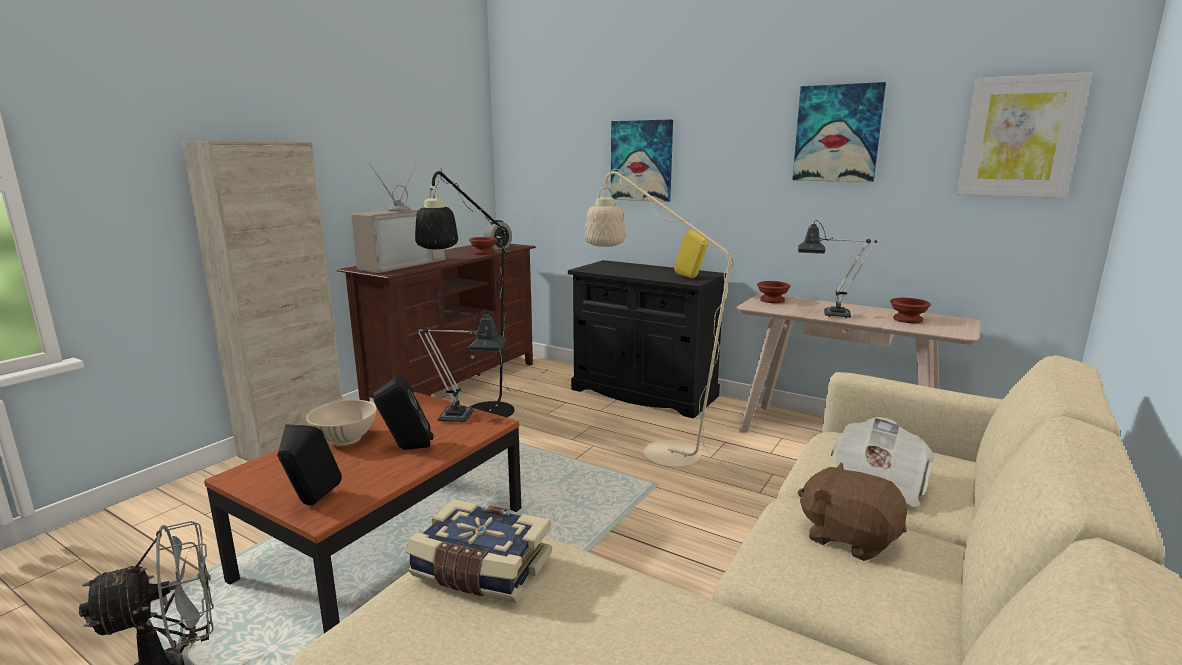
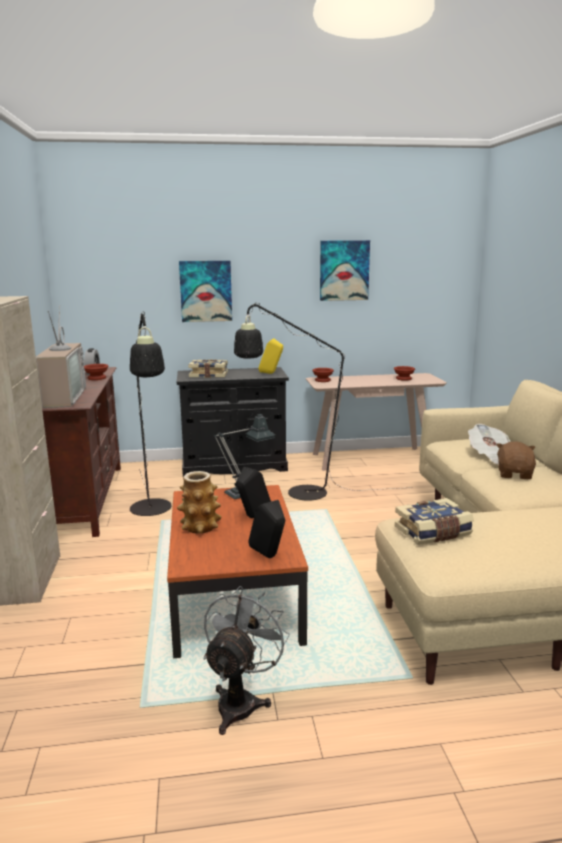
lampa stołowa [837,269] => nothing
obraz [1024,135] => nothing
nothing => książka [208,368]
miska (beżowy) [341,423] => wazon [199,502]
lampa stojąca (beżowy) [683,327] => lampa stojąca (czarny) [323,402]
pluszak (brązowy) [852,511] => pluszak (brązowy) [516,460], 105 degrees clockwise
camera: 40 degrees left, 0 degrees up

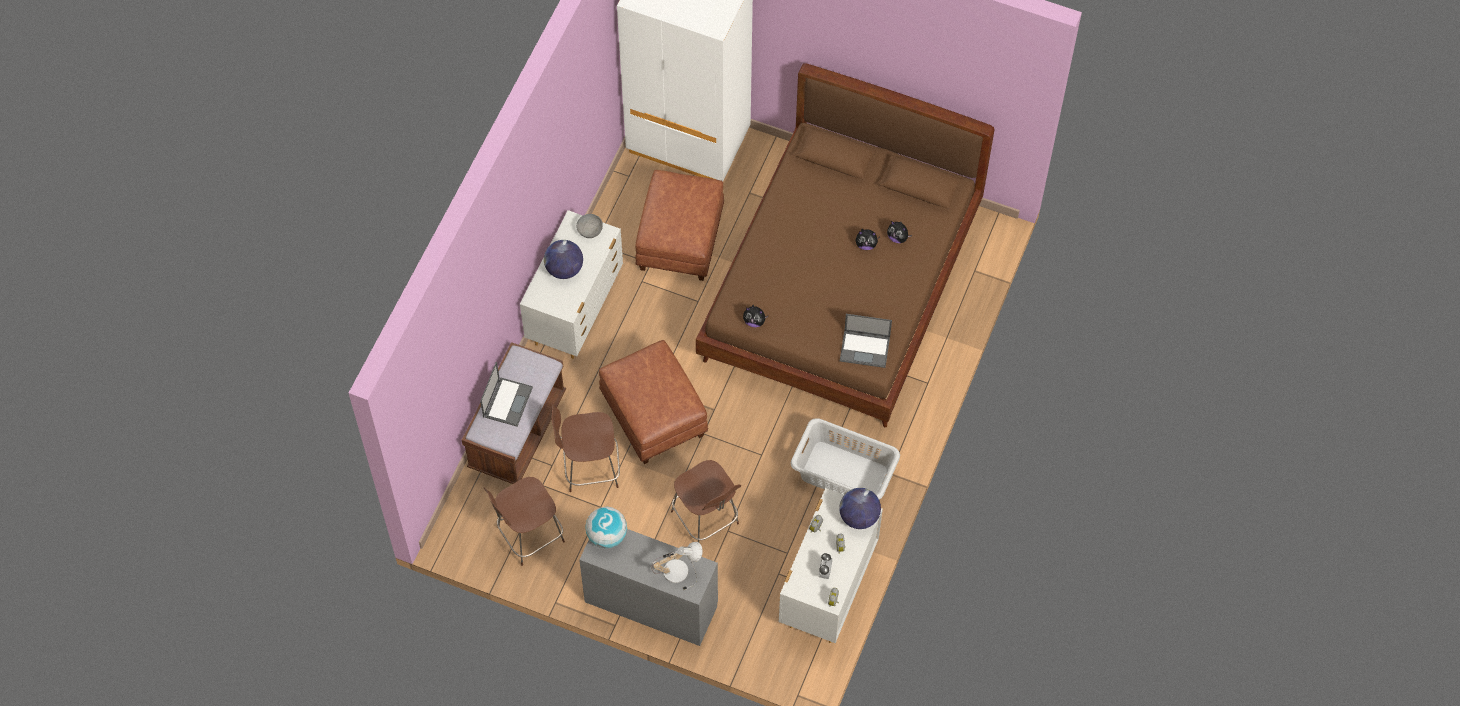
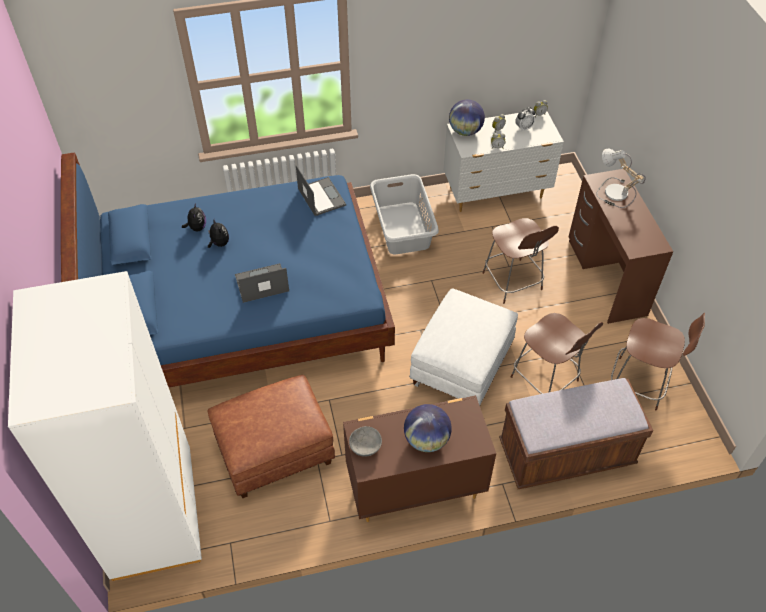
globus [606,527] => nothing
pluszak [756,316] => nothing
laptop [506,394] => laptop [262,283], relocated
komoda (biały) [571,284] => komoda (brązowy) [419,458]
biurko (szary) [648,587] => biurko (brązowy) [621,246]
pufa (brązowy) [653,402] => pufa (biały) [463,347]
łóżko (brązowy) [845,245] => łóżko (niebieski) [228,270]
krzesło (brązowy) [706,501] => krzesło (brązowy) [521,261], 135 degrees clockwise
camera: 125 degrees left, 10 degrees down

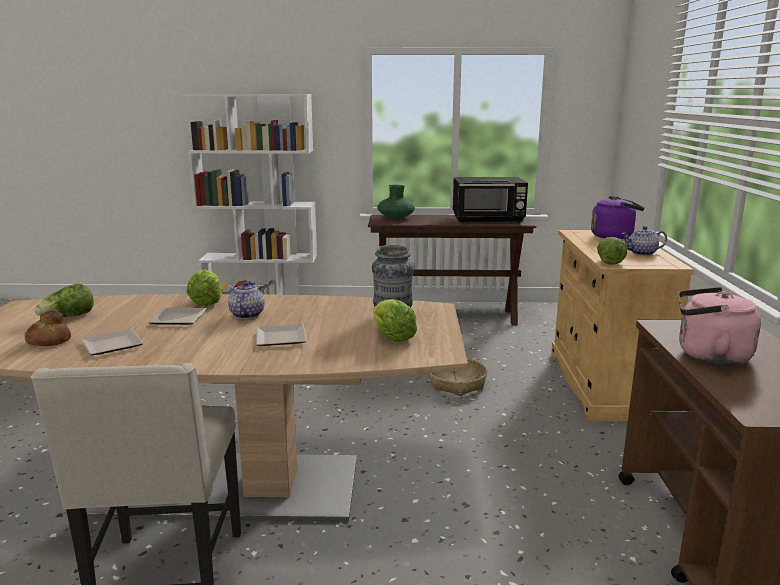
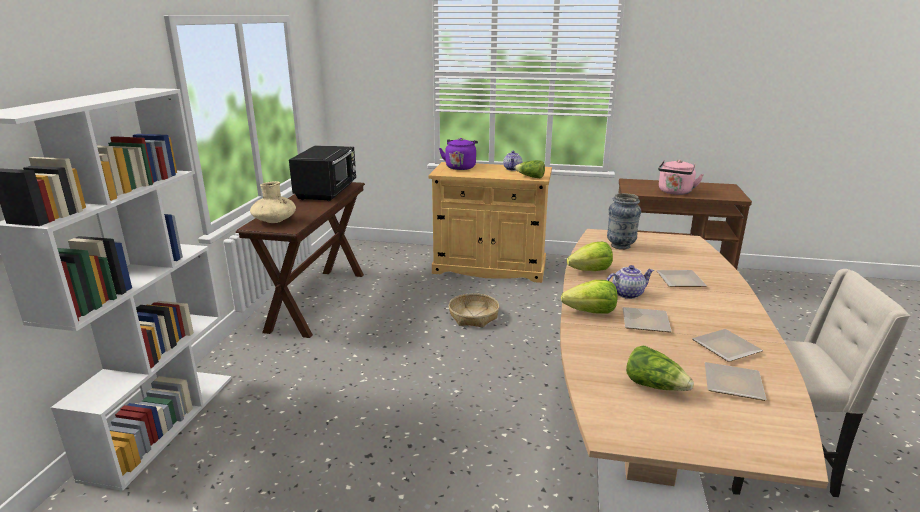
sałata [395,320] => sałata [590,256], relocated
chleb [48,328] => talerz [736,381]
wazon (zielony) [396,202] => wazon (beżowy) [273,202]
imbryk [246,300] => imbryk [630,282], 150 degrees clockwise
camera: 80 degrees left, 5 degrees up

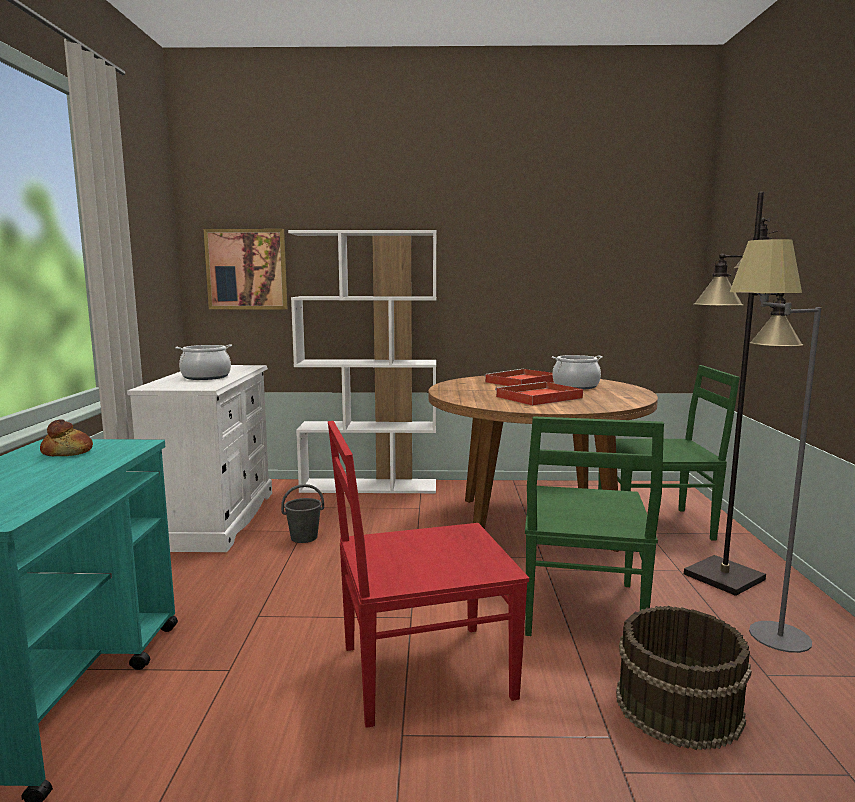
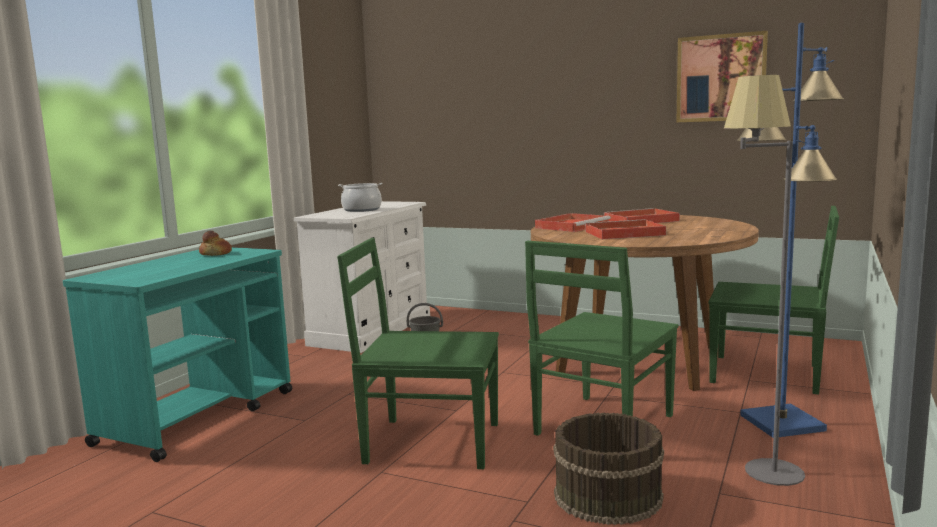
regał (biały) [362,361] => nothing
garnek [577,372] => nothing
nothing => taca (czerwony) [573,222]
obraz [245,269] => obraz [722,76], relocated
krzesło (czerwony) [428,574] => krzesło (zielony) [418,353]
lampa stojąca (czarny) [743,394] => lampa stojąca (niebieski) [790,230]
camera: 25 degrees right, 0 degrees up

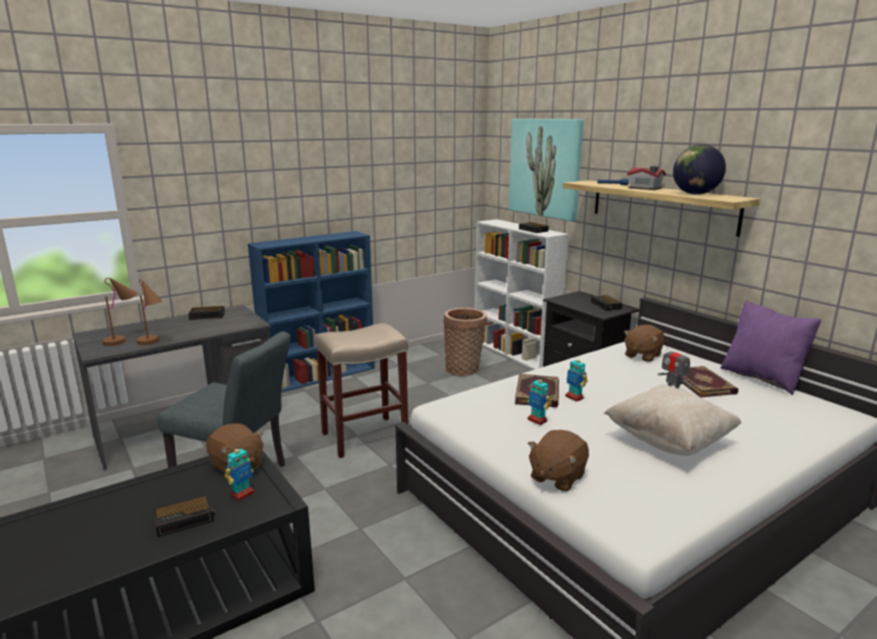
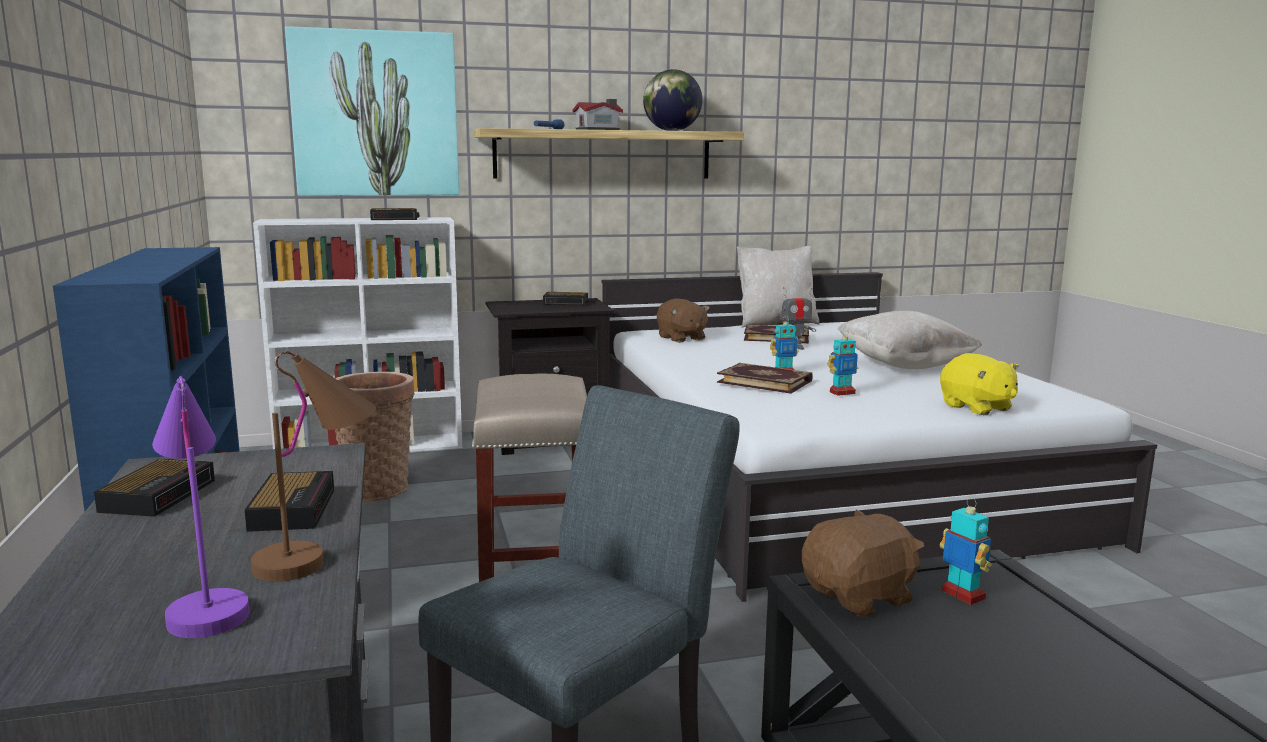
budzik [184,516] => budzik [289,501], relocated
lampa stołowa (brązowy) [119,312] => lampa stołowa (fioletowy) [201,507]
pluszak (brązowy) [558,461] => pluszak (żółty) [979,384]
poduszka (fioletowy) [771,348] => poduszka (beżowy) [778,286]
camera: 70 degrees left, 5 degrees down

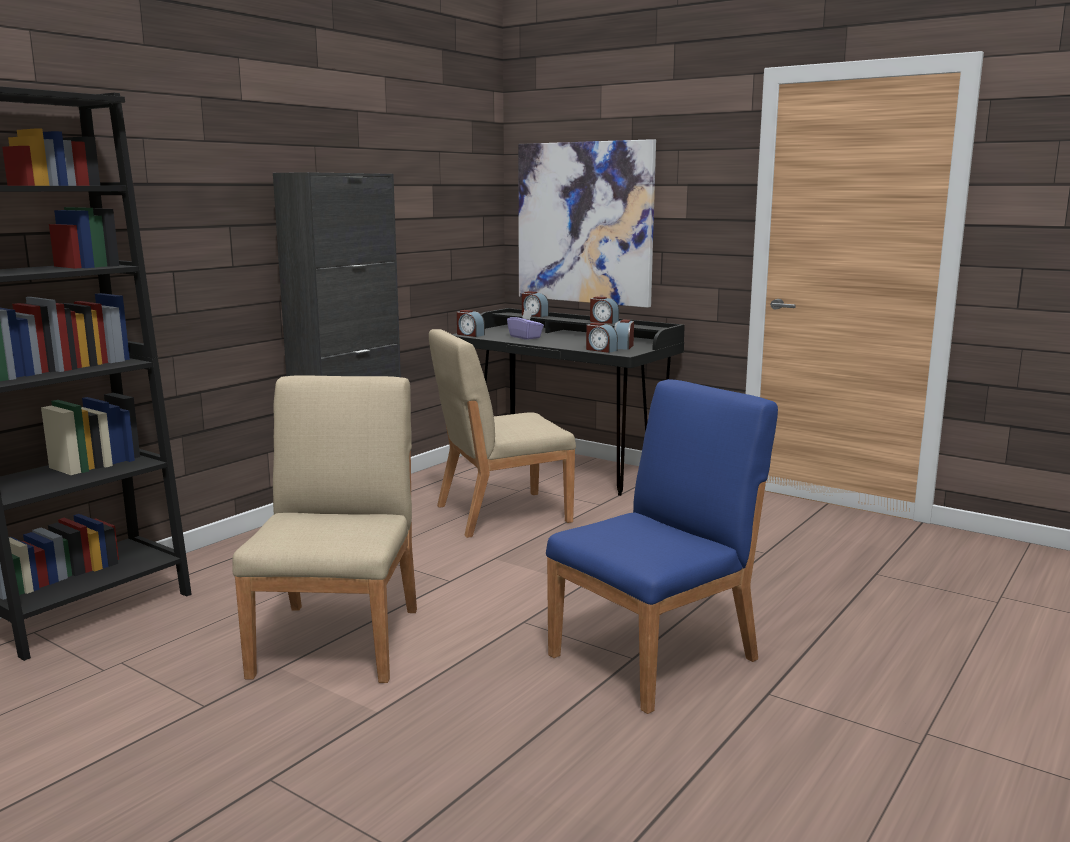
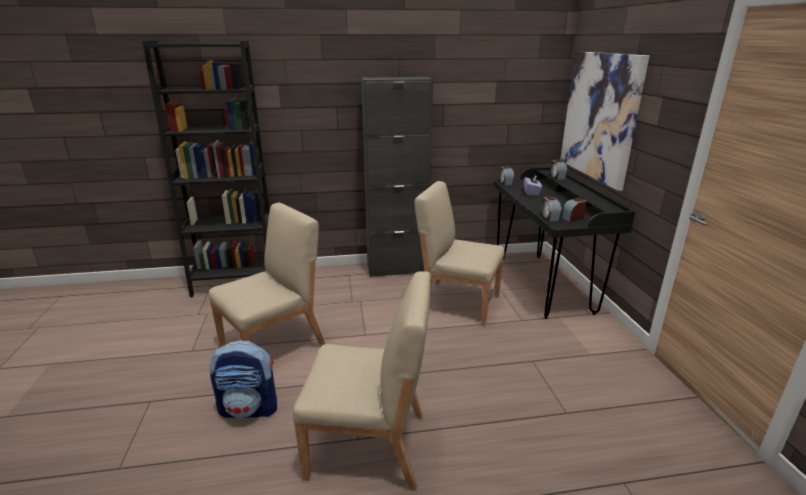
budzik [604,310] => nothing
nothing => plecak [243,379]
krzesło (niebieski) [662,546] => krzesło (beżowy) [362,381]
camera: 45 degrees right, 10 degrees up

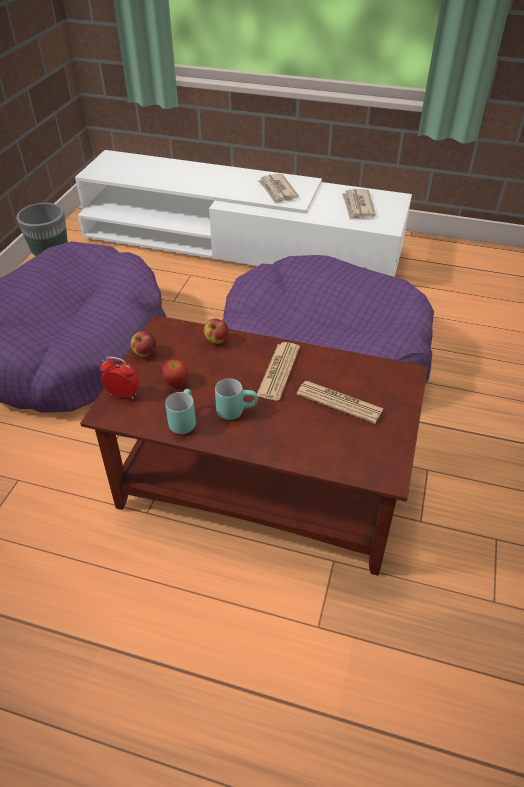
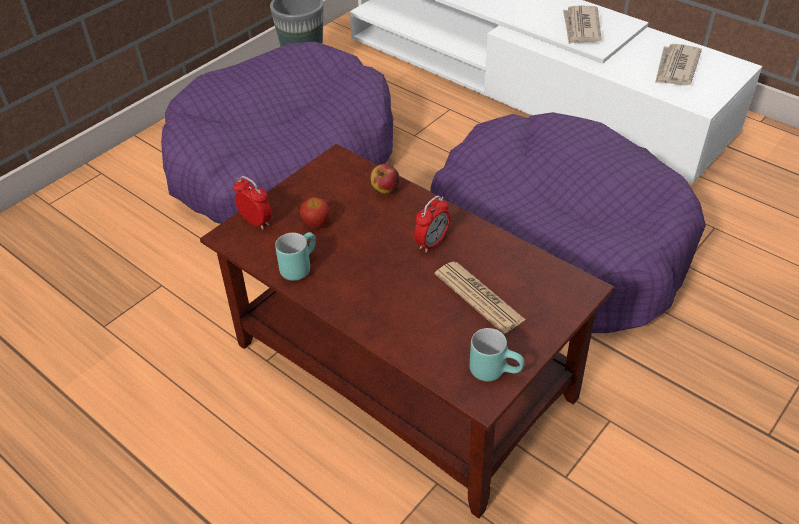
jabłko [143,344] => nothing
kubek (turkusowy) [236,399] => kubek (turkusowy) [497,354], relocated
gazeta [278,371] => budzik [432,224]
camera: 25 degrees right, 0 degrees up

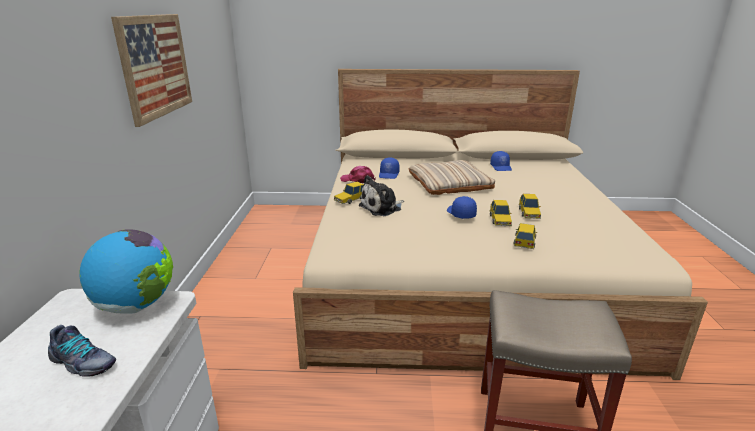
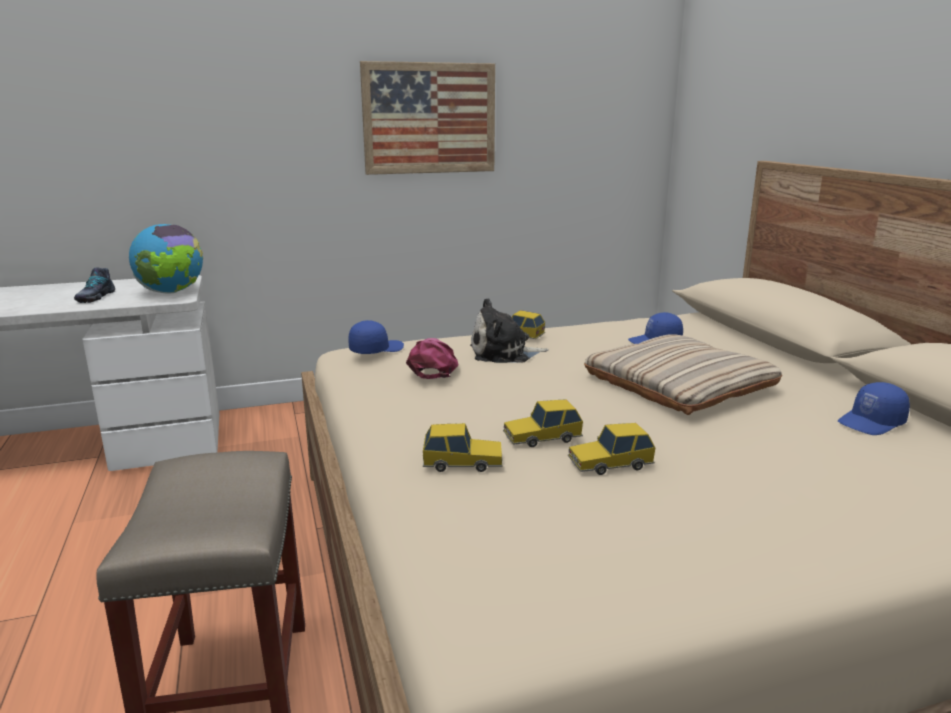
czapka z daszkiem (różowy) [358,174] => czapka z daszkiem (różowy) [432,358], relocated
czapka z daszkiem (niebieski) [462,207] => czapka z daszkiem (niebieski) [376,337], relocated
pluszak [381,195] => pluszak [509,330], 45 degrees counterclockwise
camera: 70 degrees right, 5 degrees down

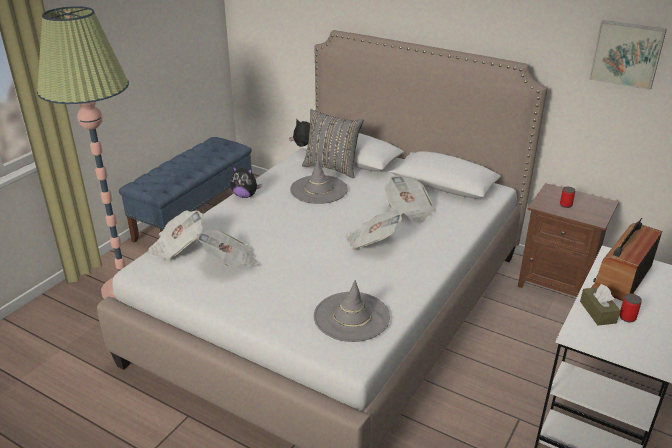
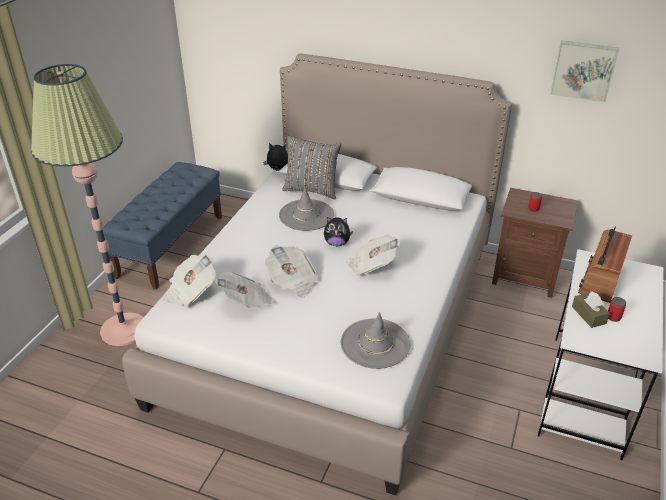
pluszak [246,182] => pluszak [338,231], relocated
gazeta [409,199] => gazeta [292,271], relocated
camera: 10 degrees left, 5 degrees up

